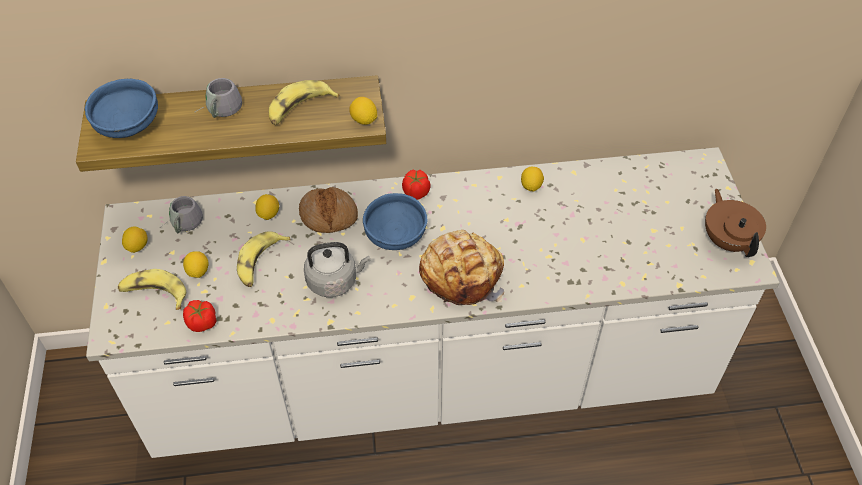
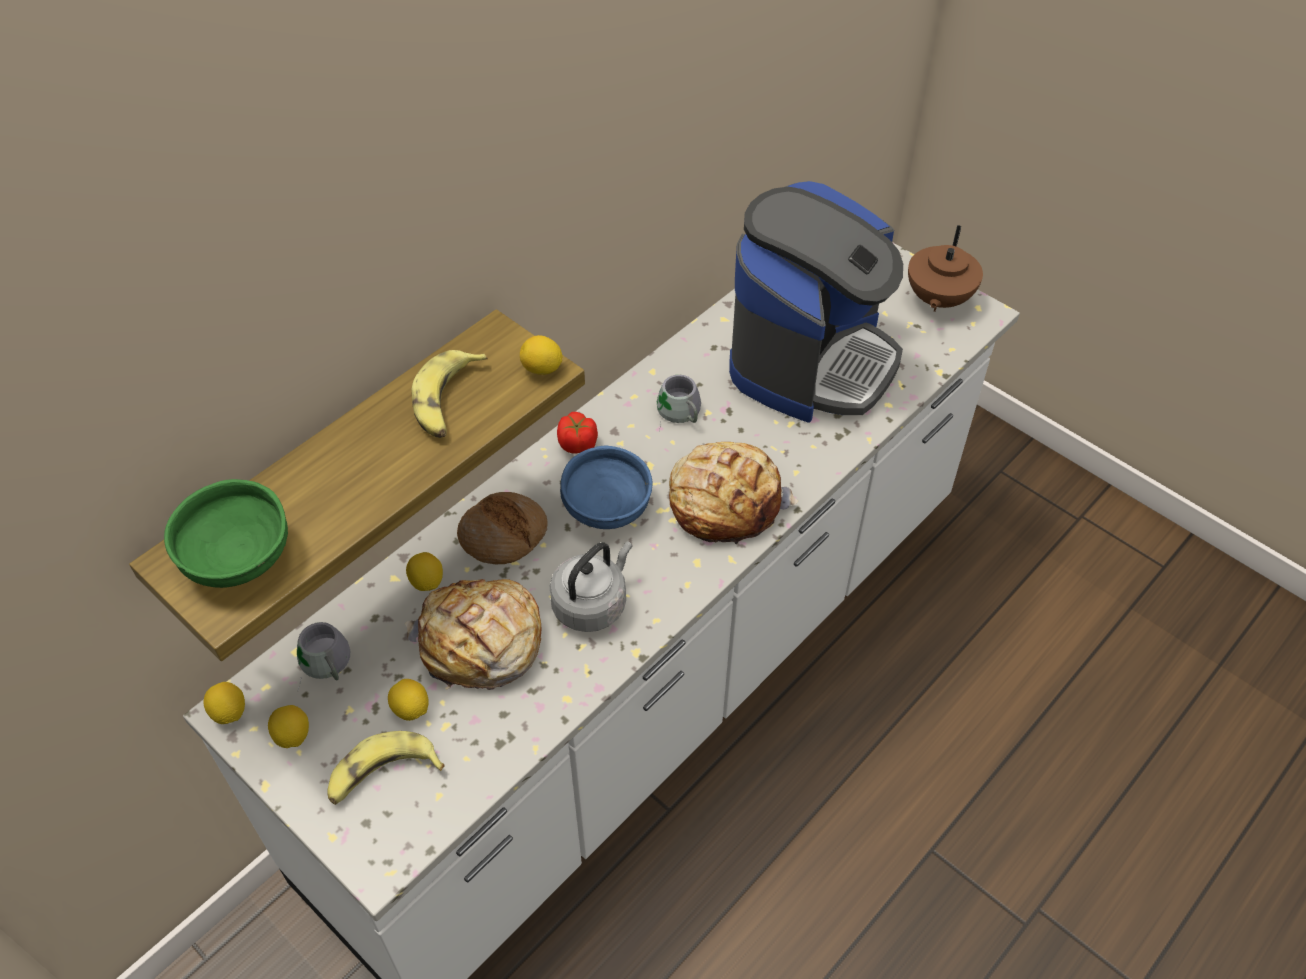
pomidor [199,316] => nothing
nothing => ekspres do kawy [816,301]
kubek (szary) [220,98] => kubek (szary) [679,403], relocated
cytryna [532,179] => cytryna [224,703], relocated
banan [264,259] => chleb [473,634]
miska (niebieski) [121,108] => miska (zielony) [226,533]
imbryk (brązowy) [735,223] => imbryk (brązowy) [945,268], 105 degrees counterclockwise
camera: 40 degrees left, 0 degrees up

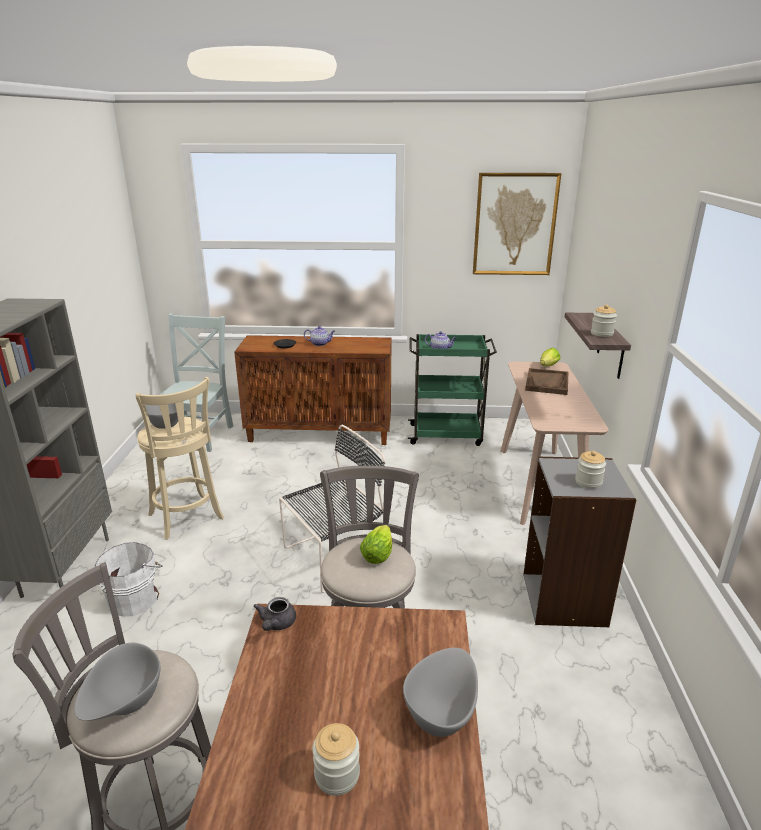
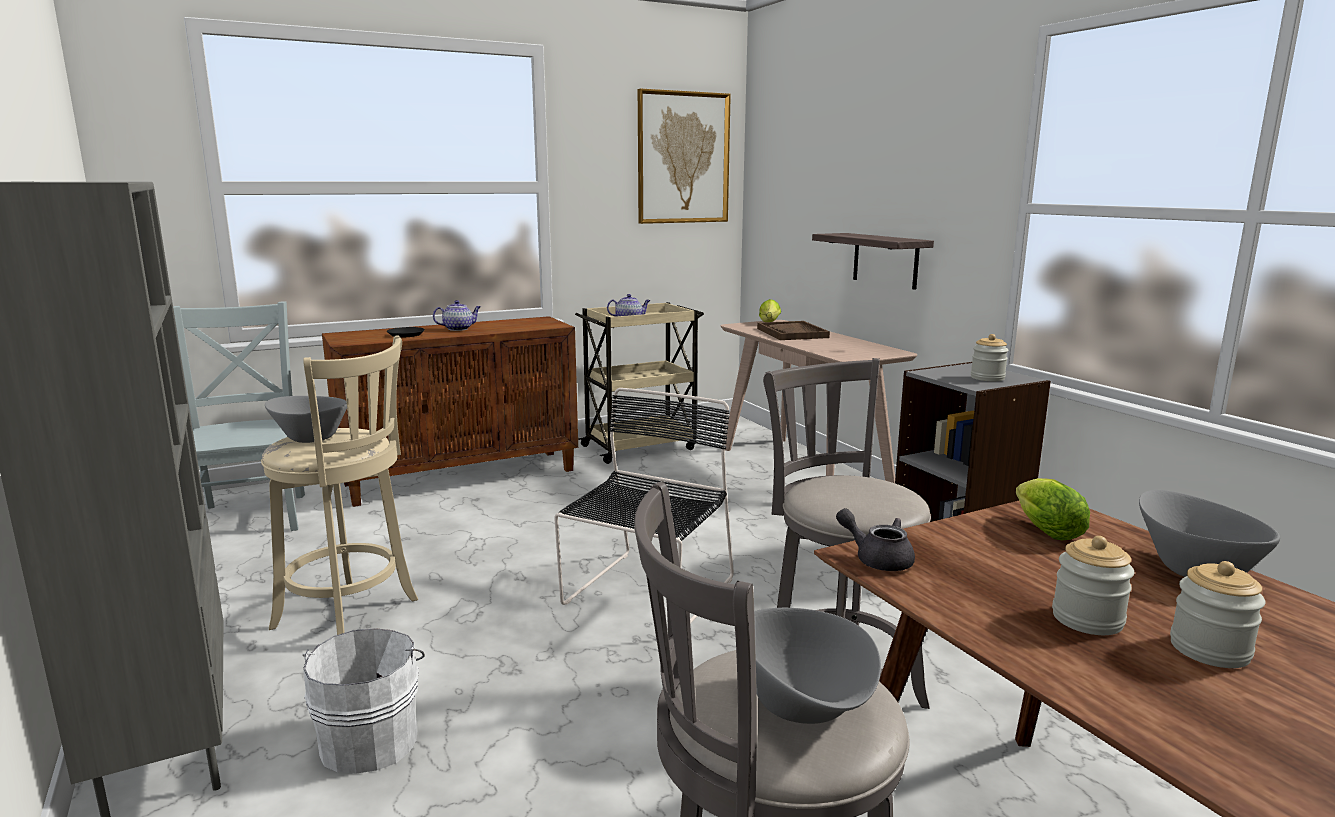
sałata [376,544] => sałata [1053,509], relocated
słoik [604,320] => słoik [1093,585], relocated
wózek (zielony) [452,390] => wózek (beżowy) [639,383]
imbryk (szary) [274,614] => imbryk (szary) [875,539], 150 degrees clockwise
camera: 30 degrees left, 10 degrees down

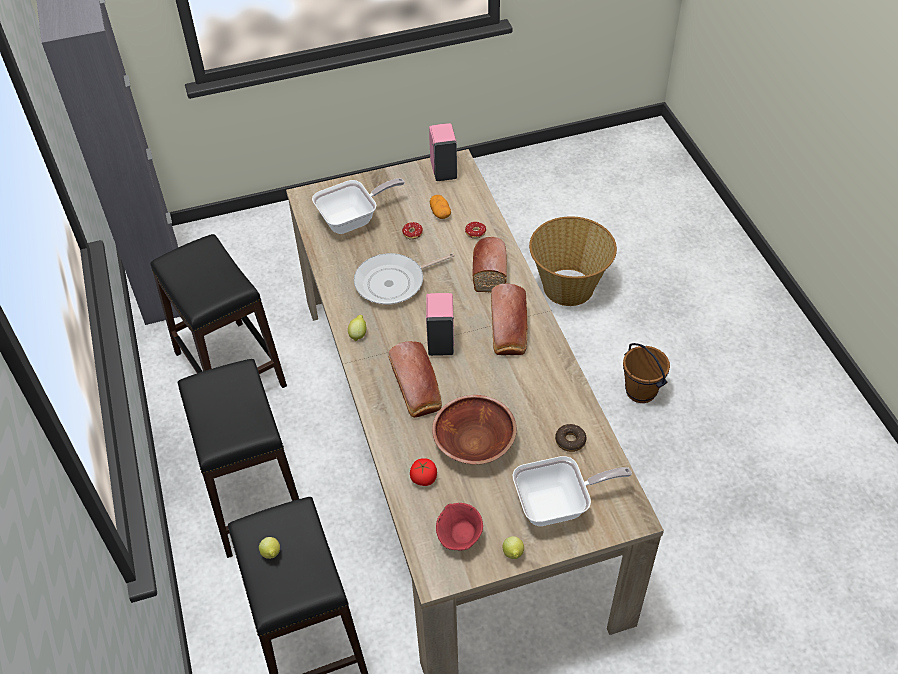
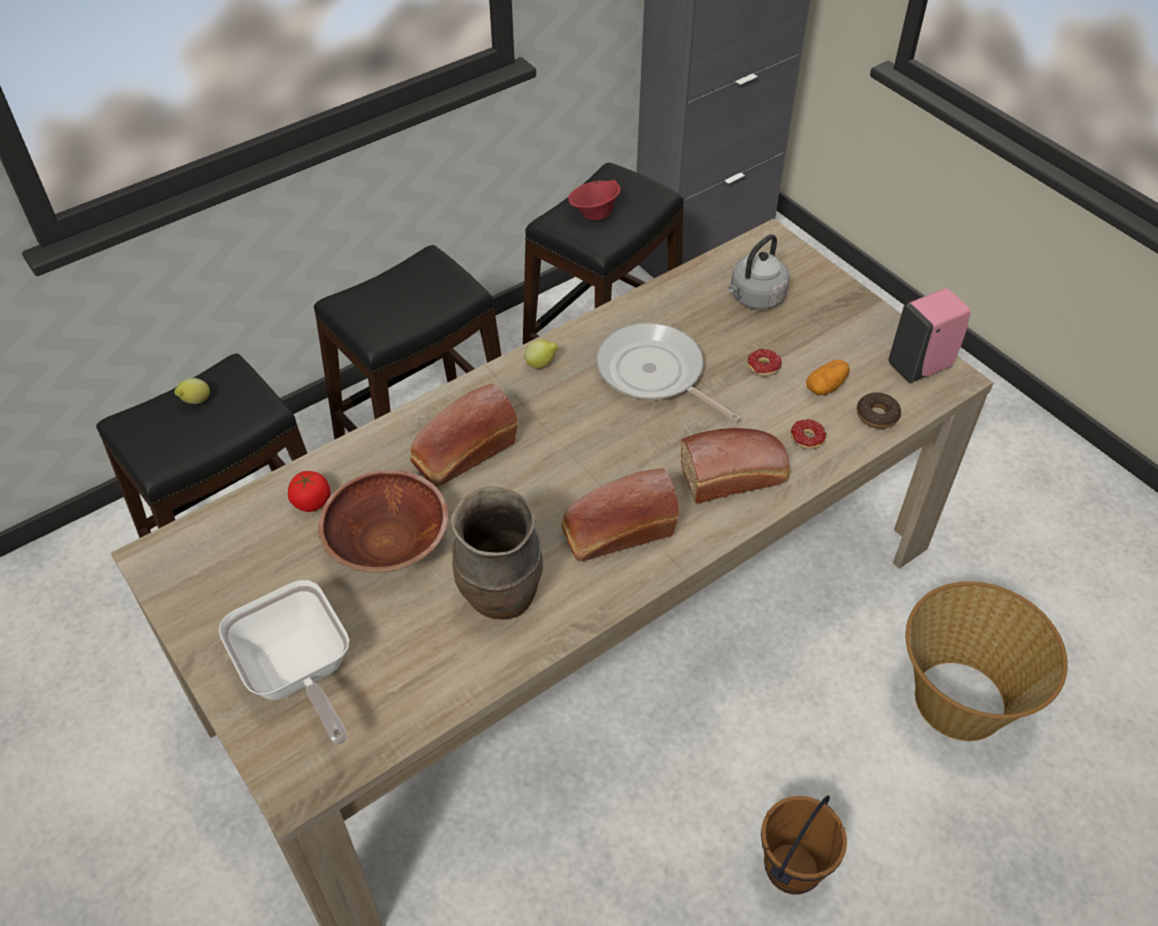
dozownik mydła (różowy) [440,324] => nothing
cytryna [513,547] => nothing
nothing => wazon (brązowy) [497,553]
miska (czerwony) [459,527] => miska (czerwony) [594,200], relocated
donut [571,438] => donut [879,410], relocated
patelnia [358,206] => czajnik (szary) [759,271]
camera: 70 degrees right, 0 degrees up

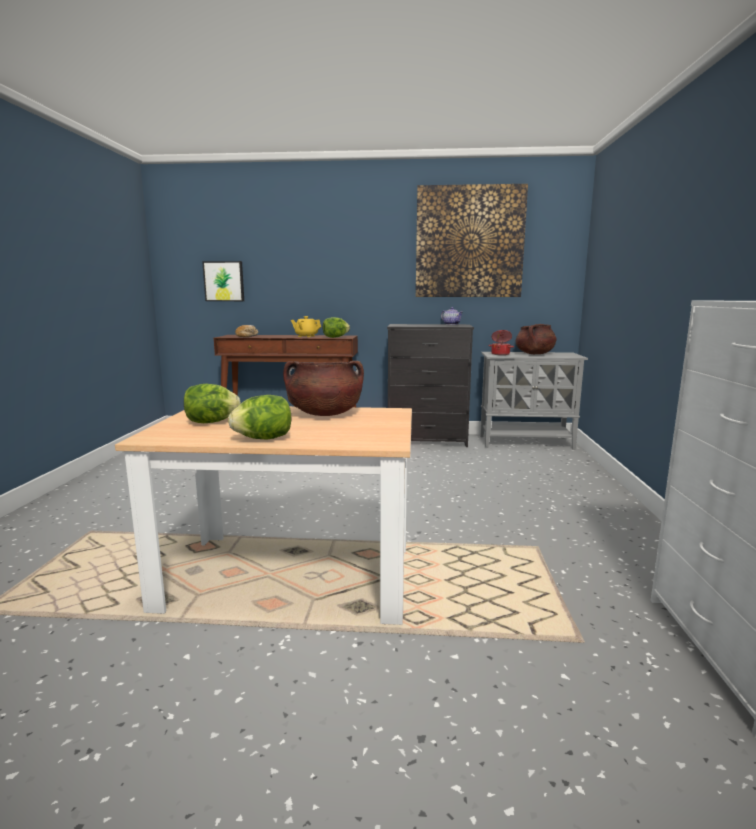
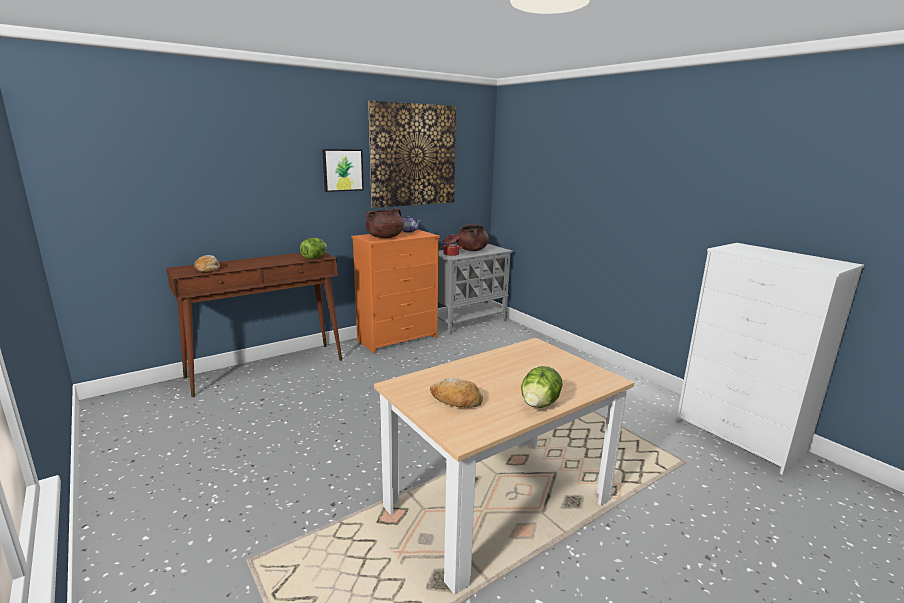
imbryk (żółty) [306,326] => nothing
obraz [223,281] => obraz [343,170], relocated
garnek (brązowy) [323,388] => garnek (brązowy) [385,223], relocated
sałata [212,403] => chleb [456,393]
komoda (czarny) [430,385] => komoda (pomarańczowy) [396,291]
camera: 40 degrees left, 5 degrees up

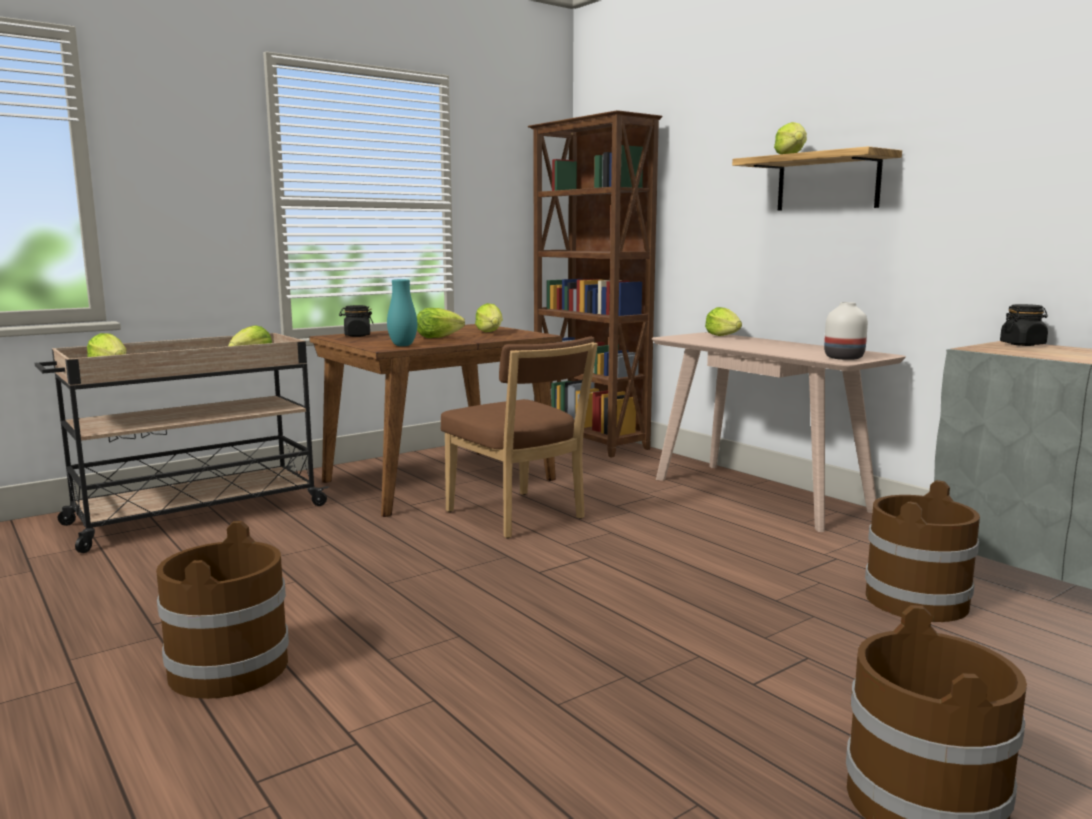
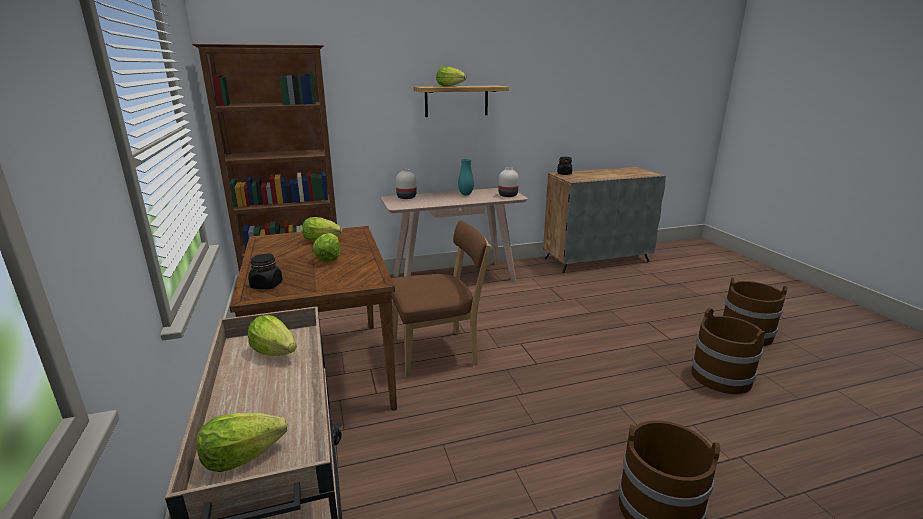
wazon (turkusowy) [402,312] => wazon (turkusowy) [466,177], relocated
wiadro (brązowy) [922,551] => wiadro (brązowy) [728,351], relocated
sałata [723,321] => wazon (biały) [406,184]
camera: 70 degrees left, 10 degrees up

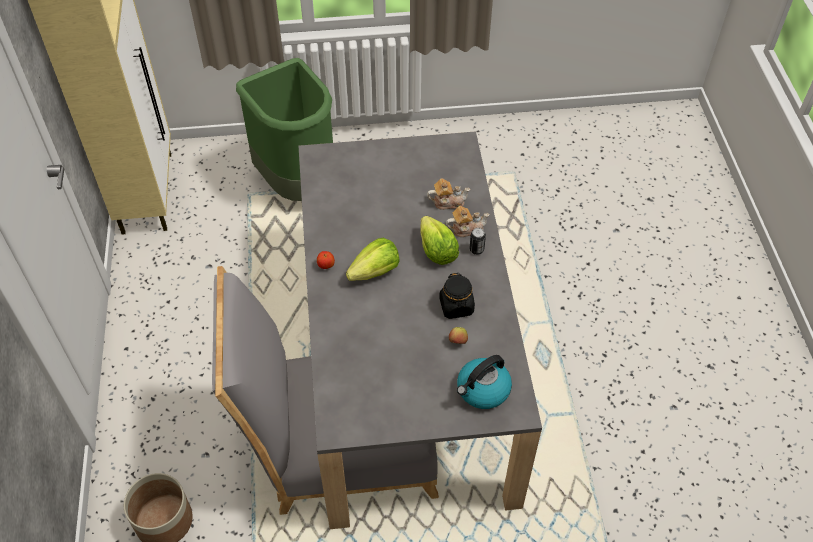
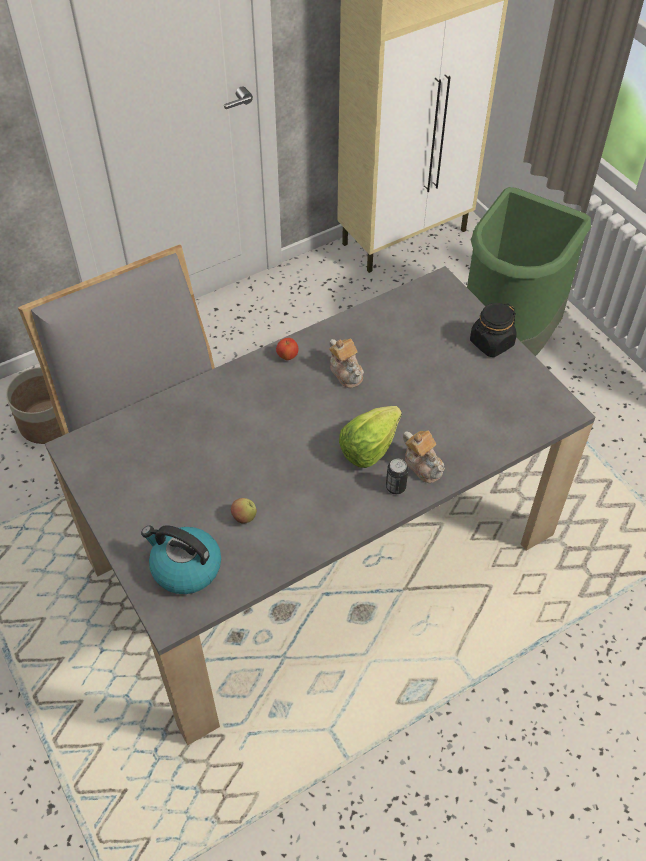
sałata [373,259] => nothing
imbryk [448,194] => imbryk [346,363], relocated
słoik (czarny) [457,296] => słoik (czarny) [493,330], relocated
camera: 65 degrees right, 0 degrees up

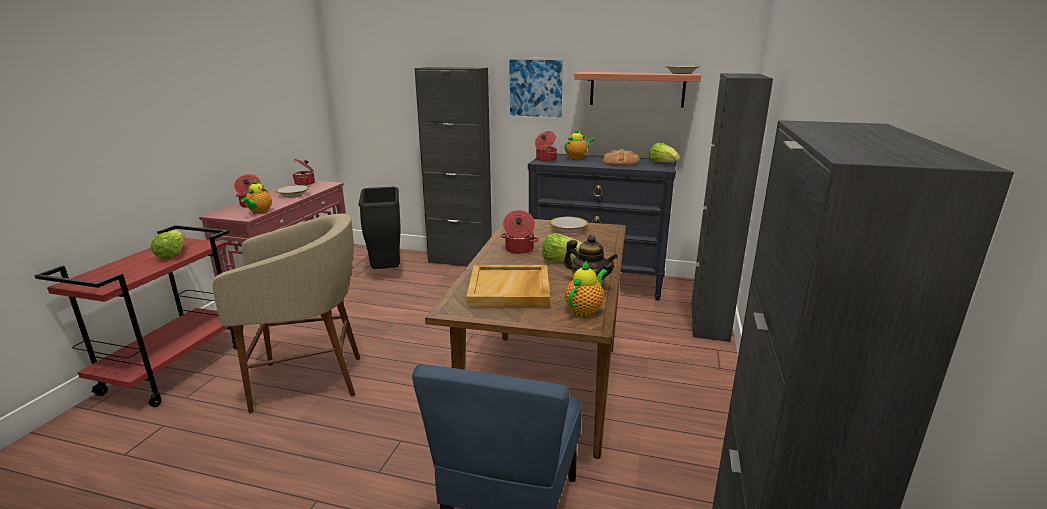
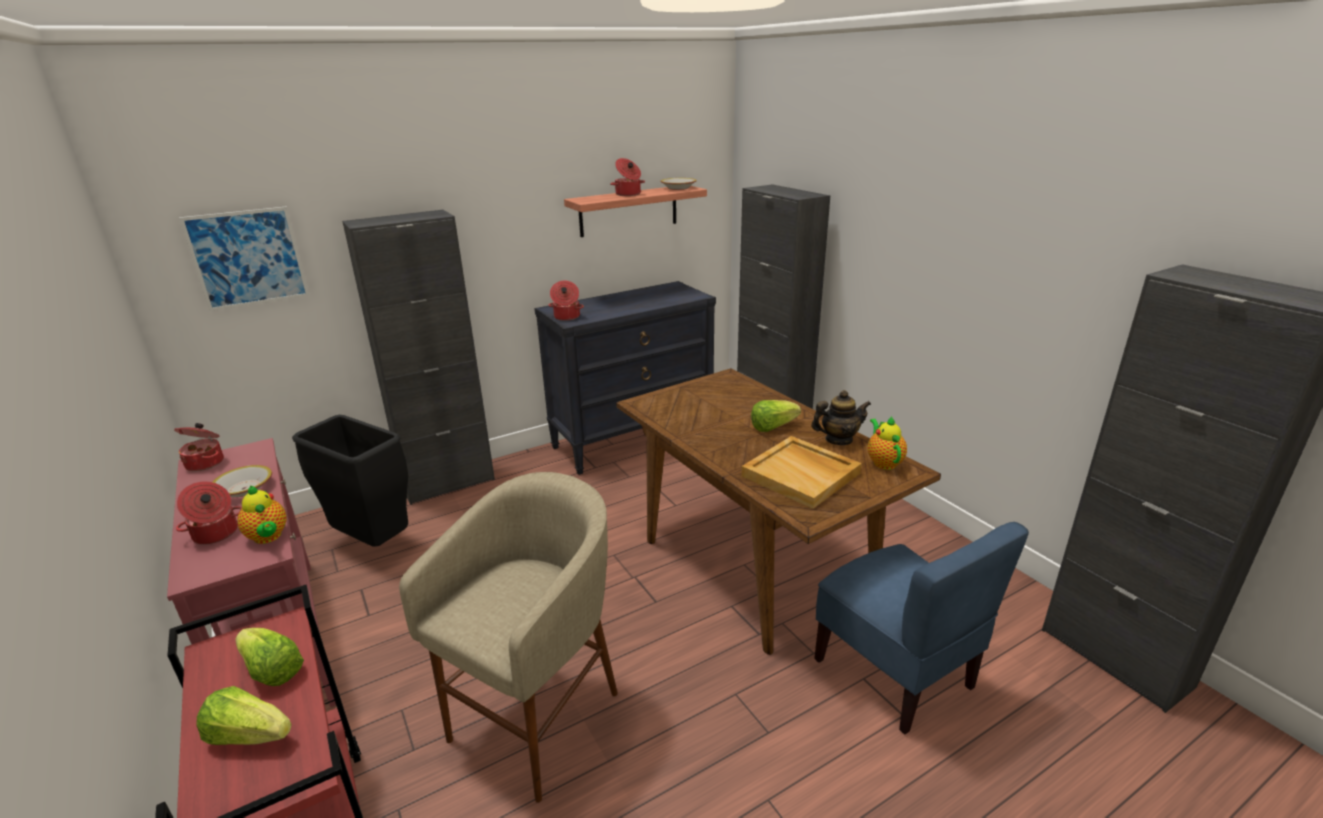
miska [569,225] => nothing
imbryk [579,144] => nothing
chleb [621,157] => nothing
garnek [519,232] => garnek [627,177], relocated
obraz [536,88] => obraz [244,258], relocated
sałata [664,152] => sałata [244,715], relocated
camera: 45 degrees left, 5 degrees up

